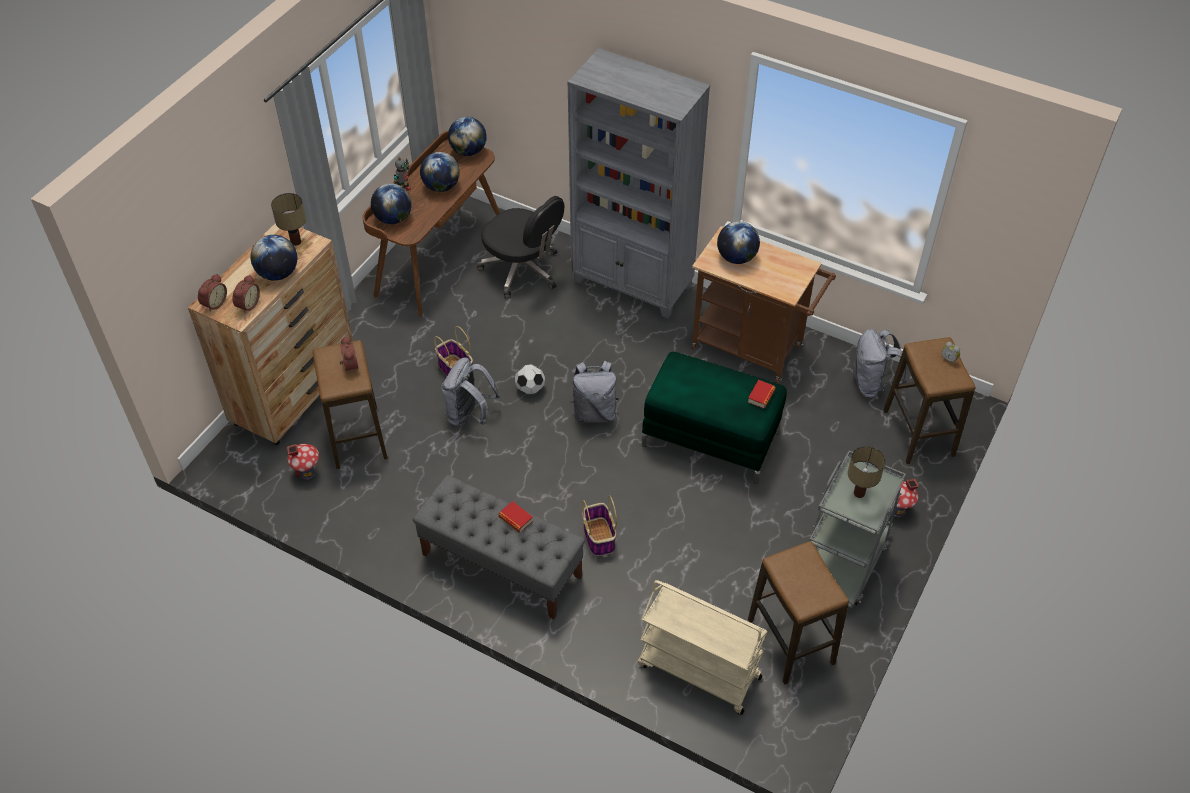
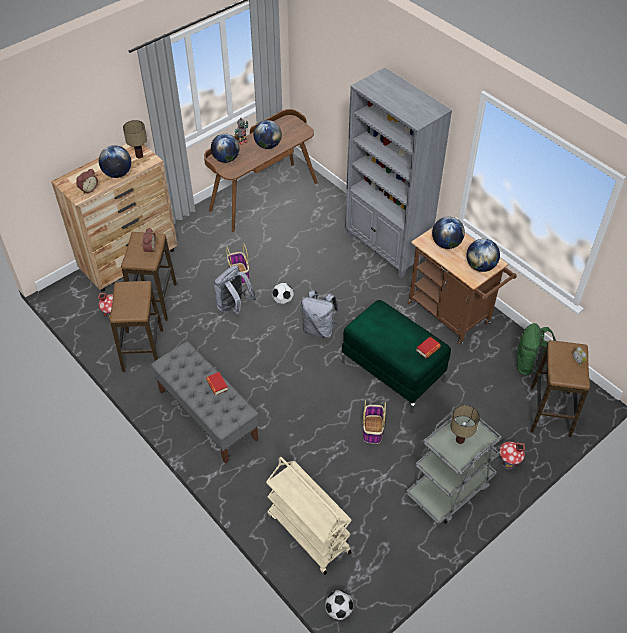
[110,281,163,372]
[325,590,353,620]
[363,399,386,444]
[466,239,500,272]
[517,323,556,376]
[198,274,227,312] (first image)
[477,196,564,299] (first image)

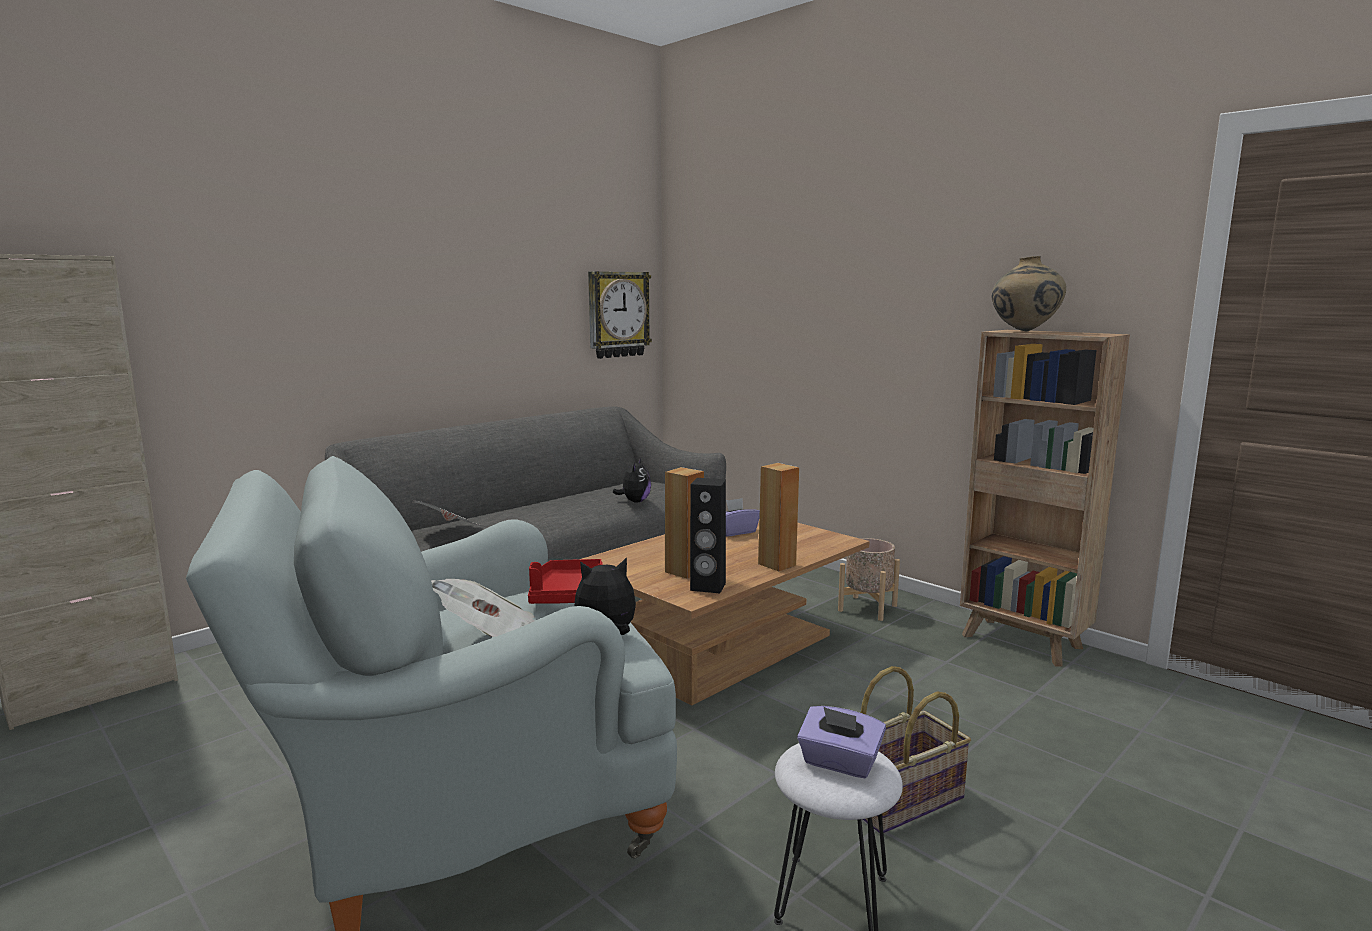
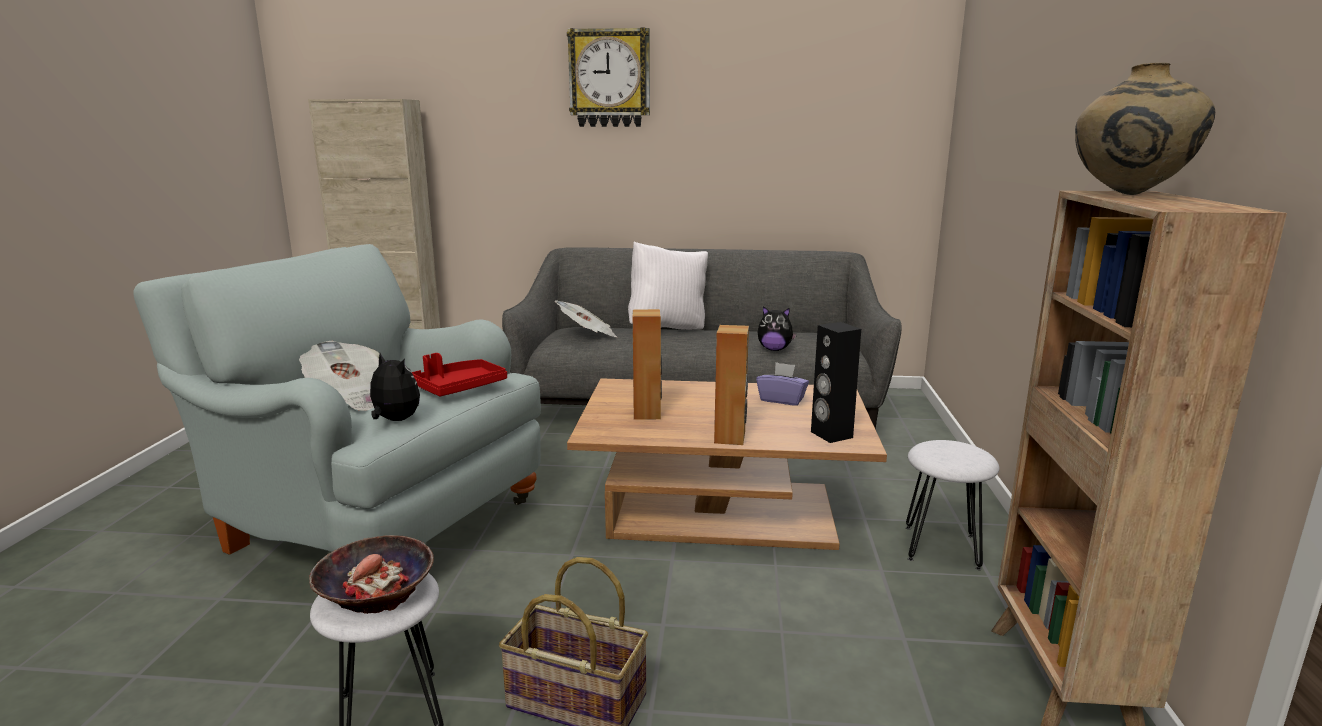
[309,535,434,614]
[567,27,650,127]
[628,241,708,330]
[757,306,797,351]
[811,322,861,443]
[905,440,999,570]

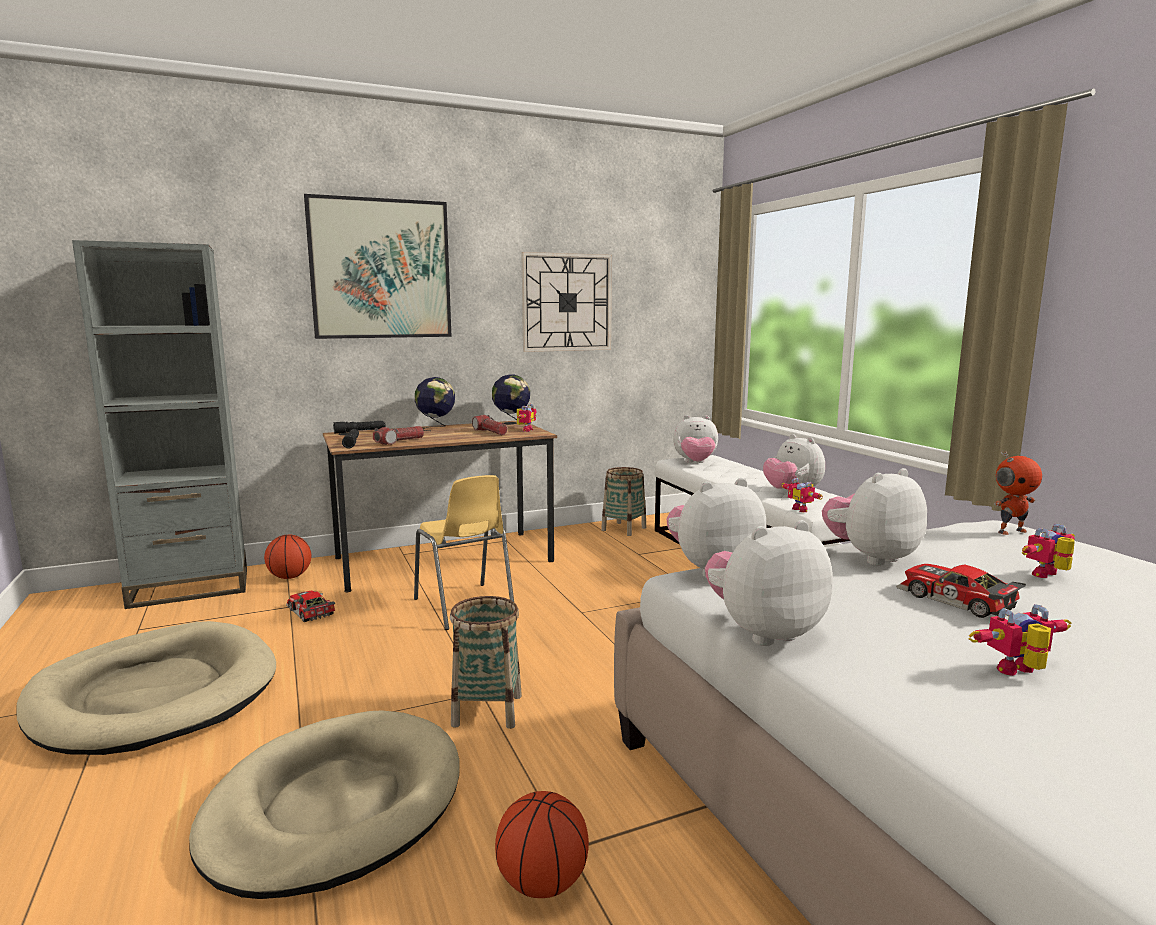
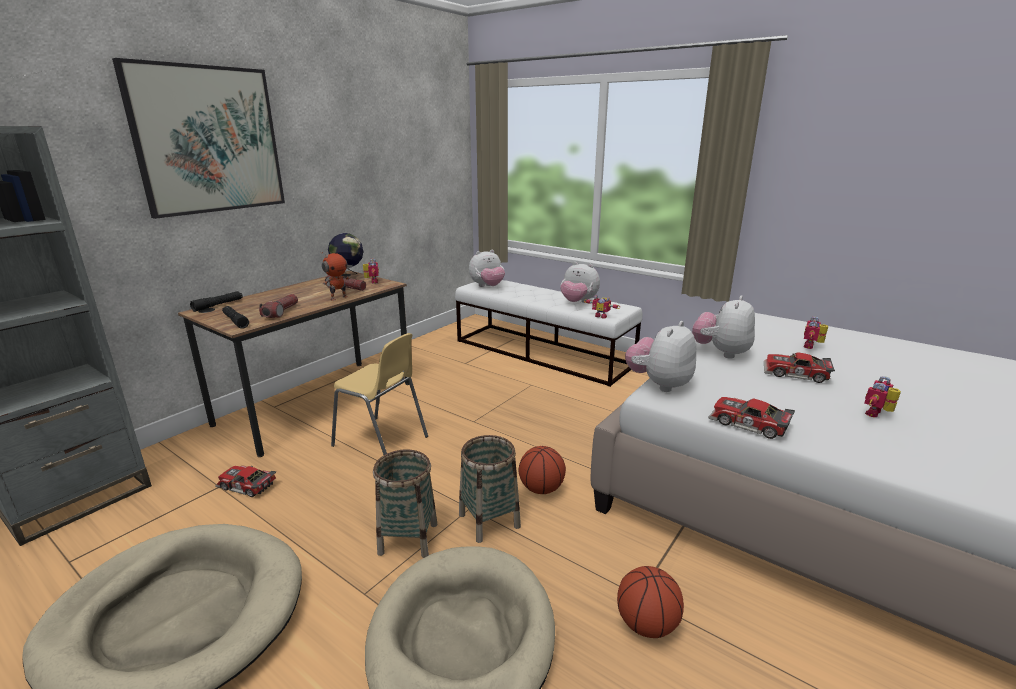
[320,251,350,301]
[373,449,438,558]
[519,446,566,494]
[708,397,795,439]
[415,377,455,431] (first image)
[521,252,612,352] (first image)

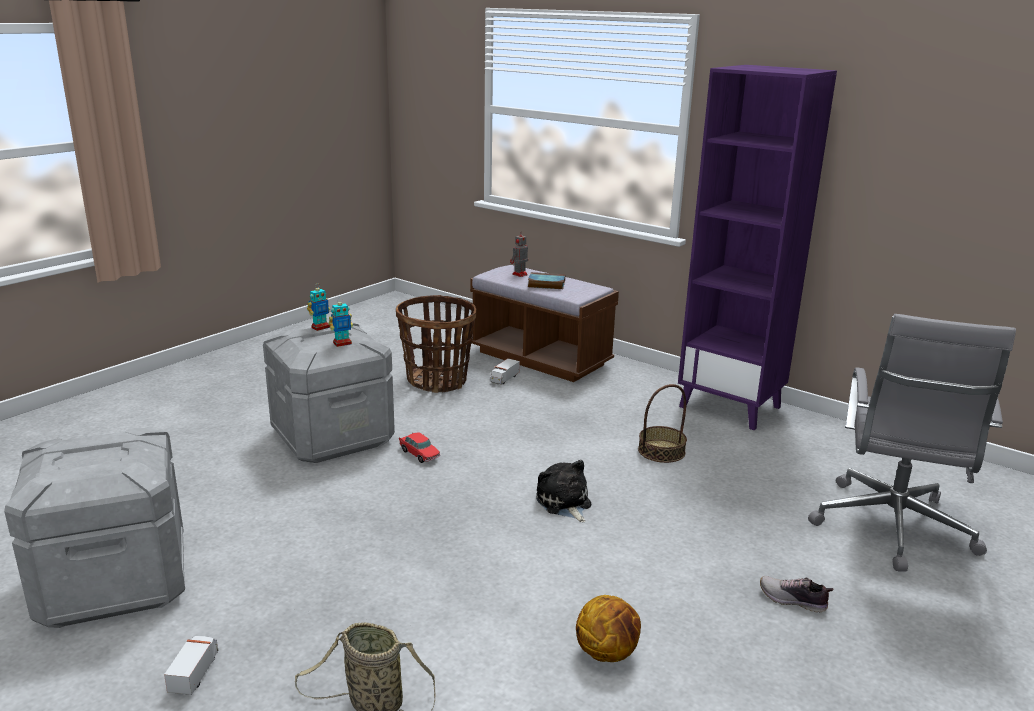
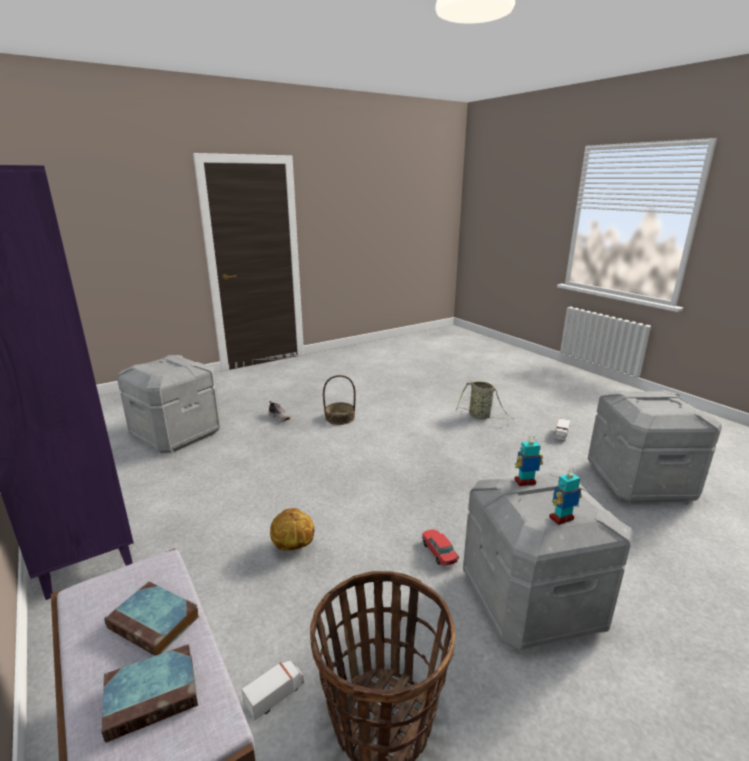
[101,644,198,743]
[117,355,221,453]
[270,508,314,551]
[323,375,356,425]
[536,460,591,522] (first image)

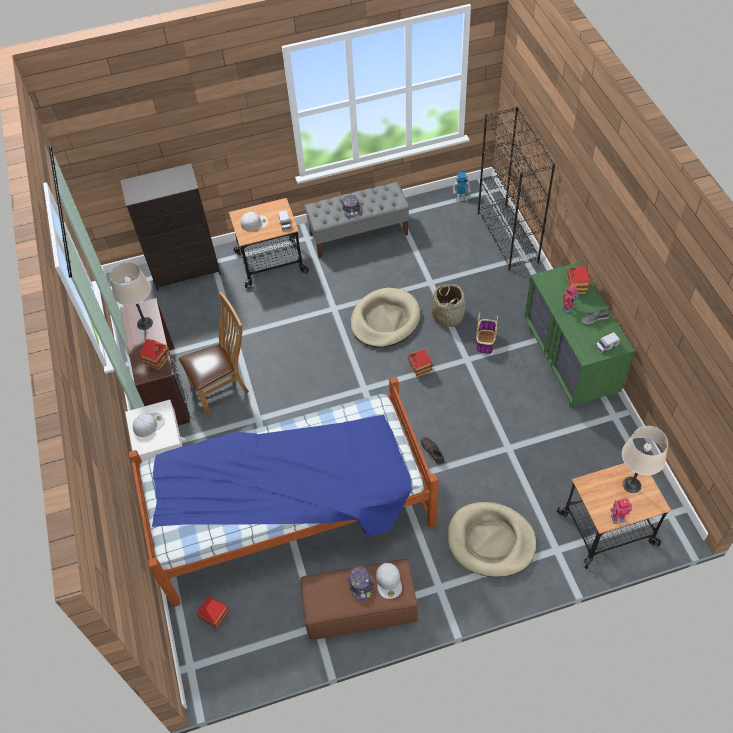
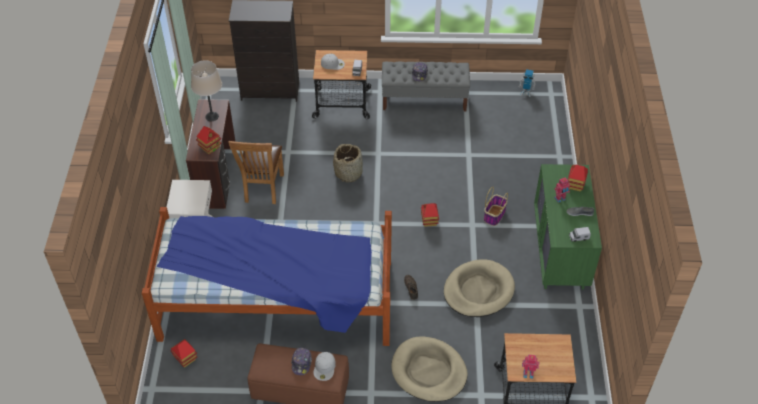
[228,141,284,204]
[333,144,363,182]
[444,259,515,317]
[133,413,165,437] (first image)
[478,107,555,271] (first image)
[622,426,668,493] (first image)

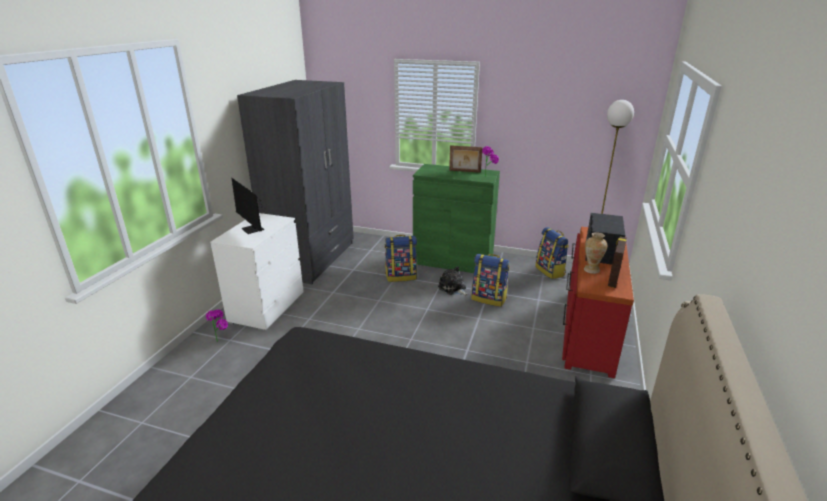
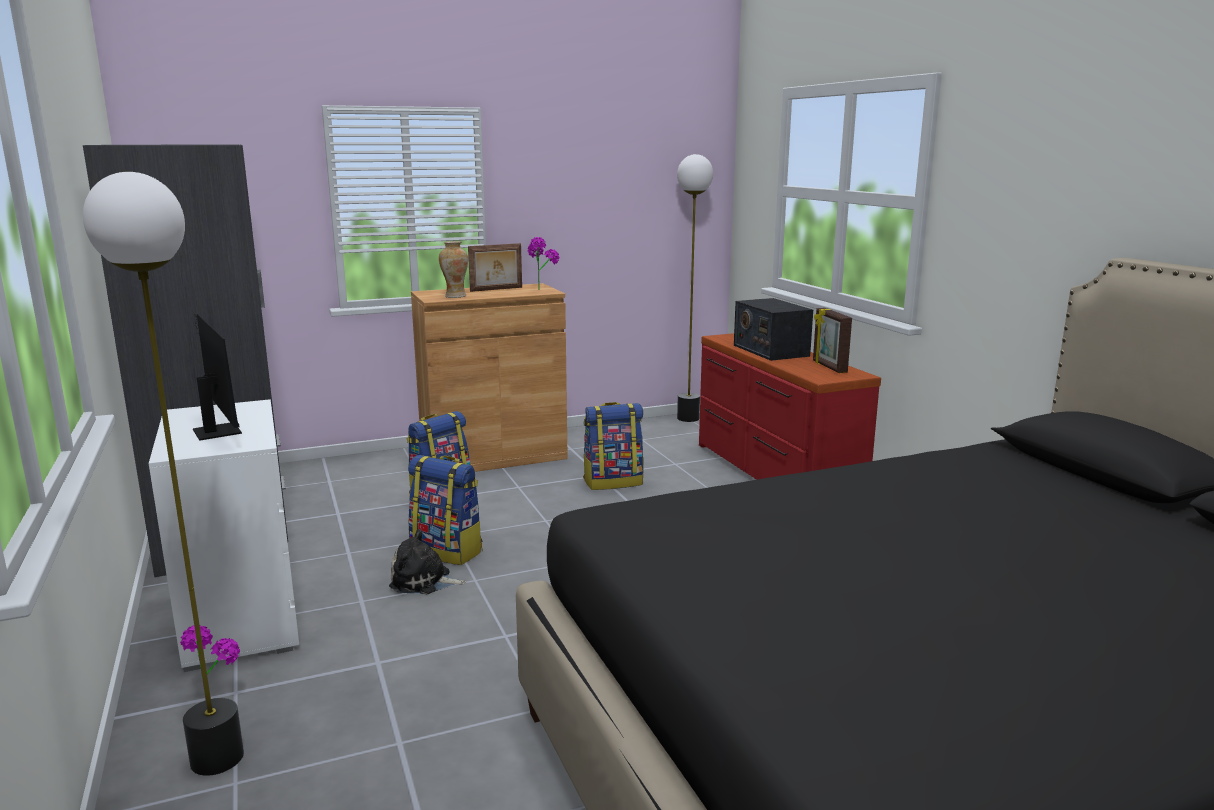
[83,172,244,776]
[193,314,242,441]
[389,529,466,594]
[408,455,482,565]
[411,283,568,472]
[439,241,468,298]

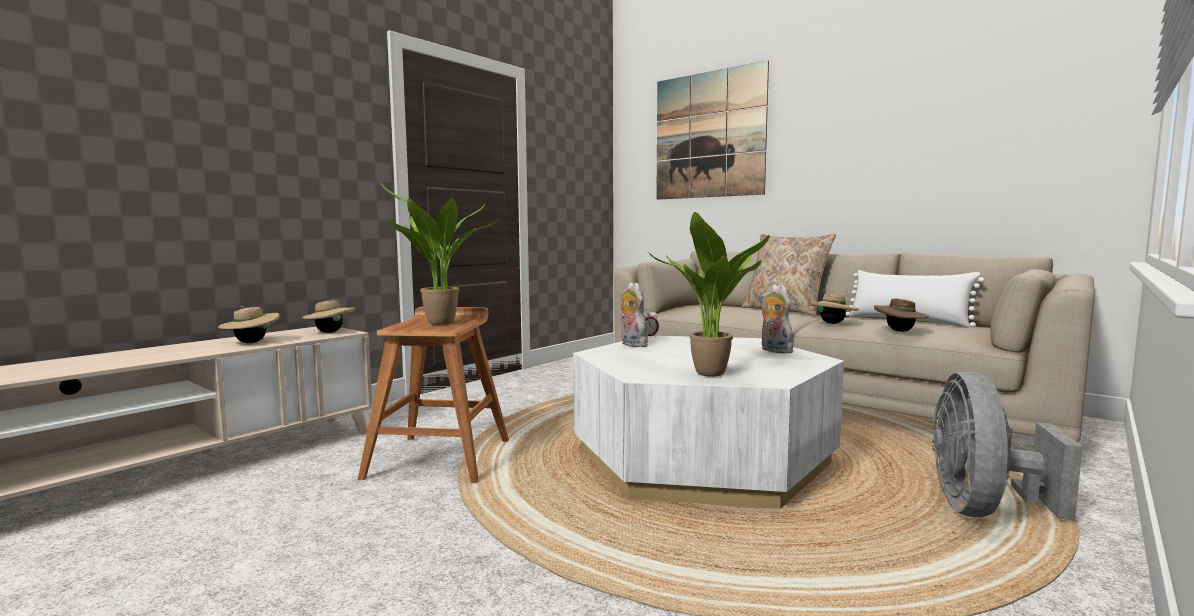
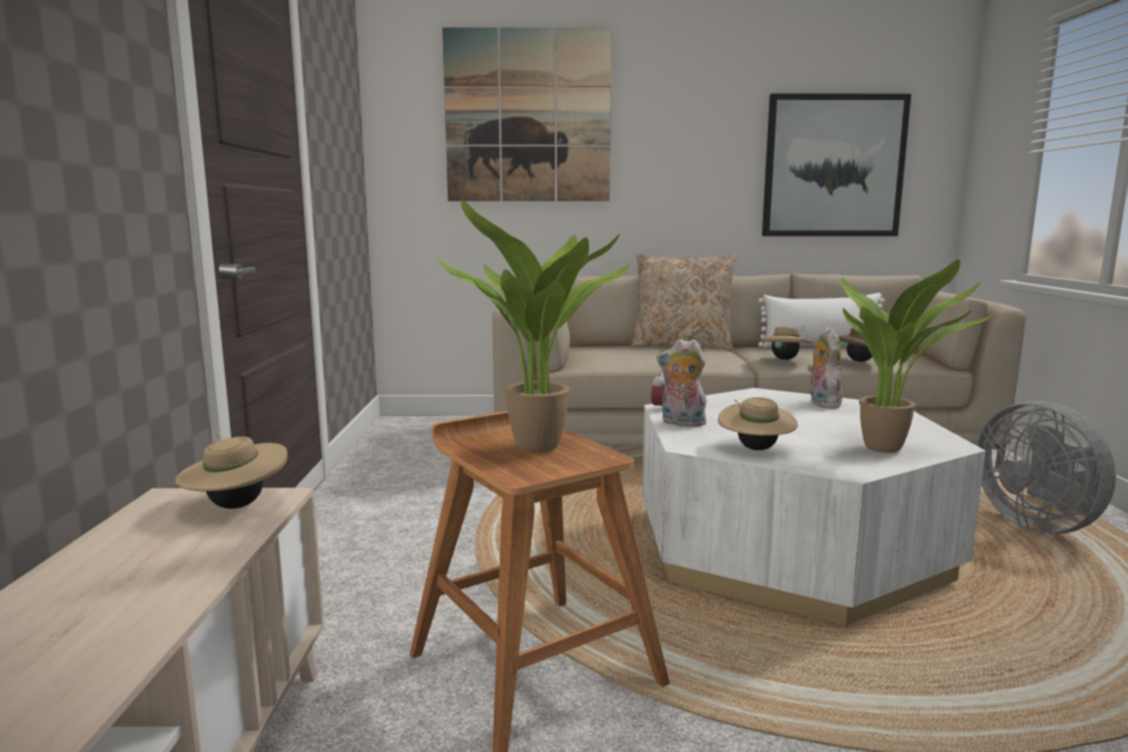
[718,397,798,450]
[762,93,911,236]
[807,327,843,408]

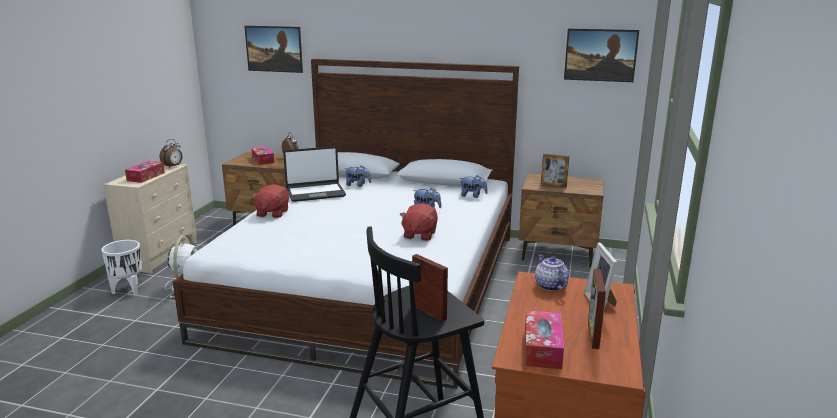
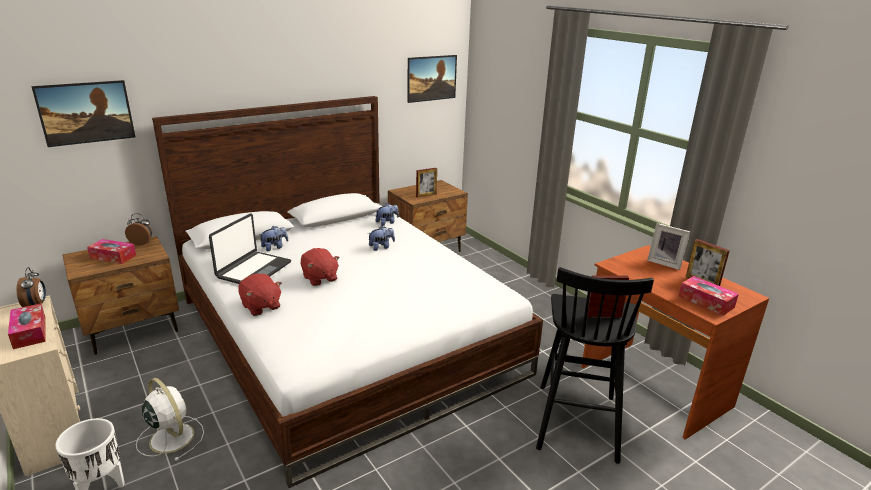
[301,248,340,286]
[535,254,569,291] (first image)

